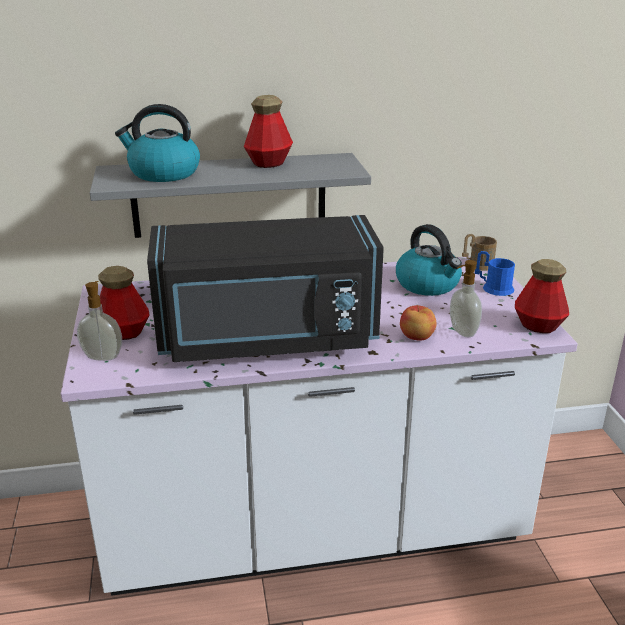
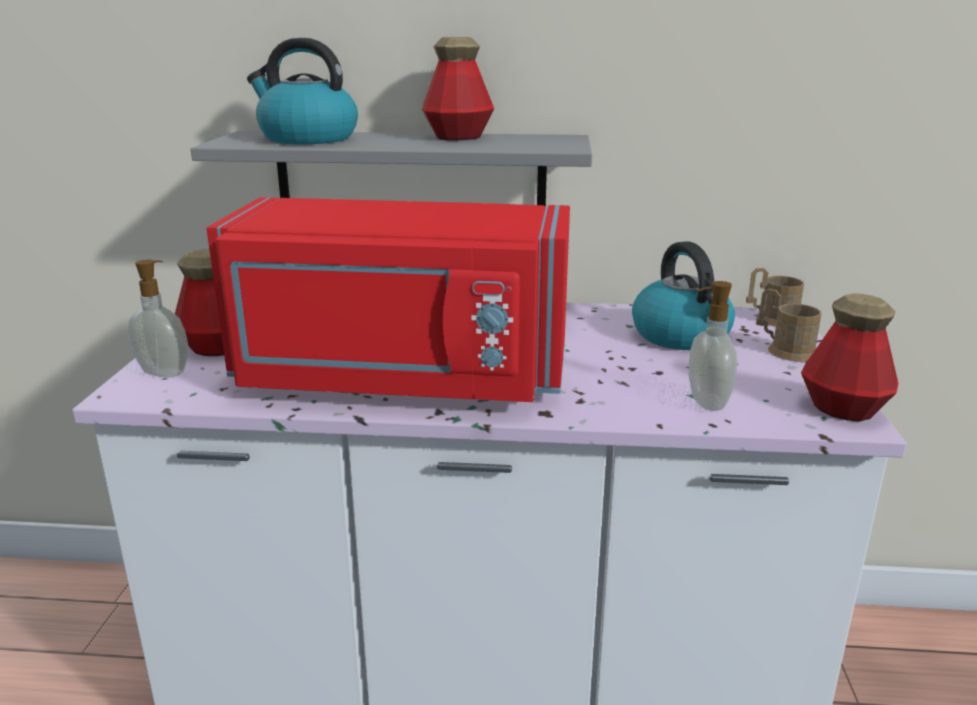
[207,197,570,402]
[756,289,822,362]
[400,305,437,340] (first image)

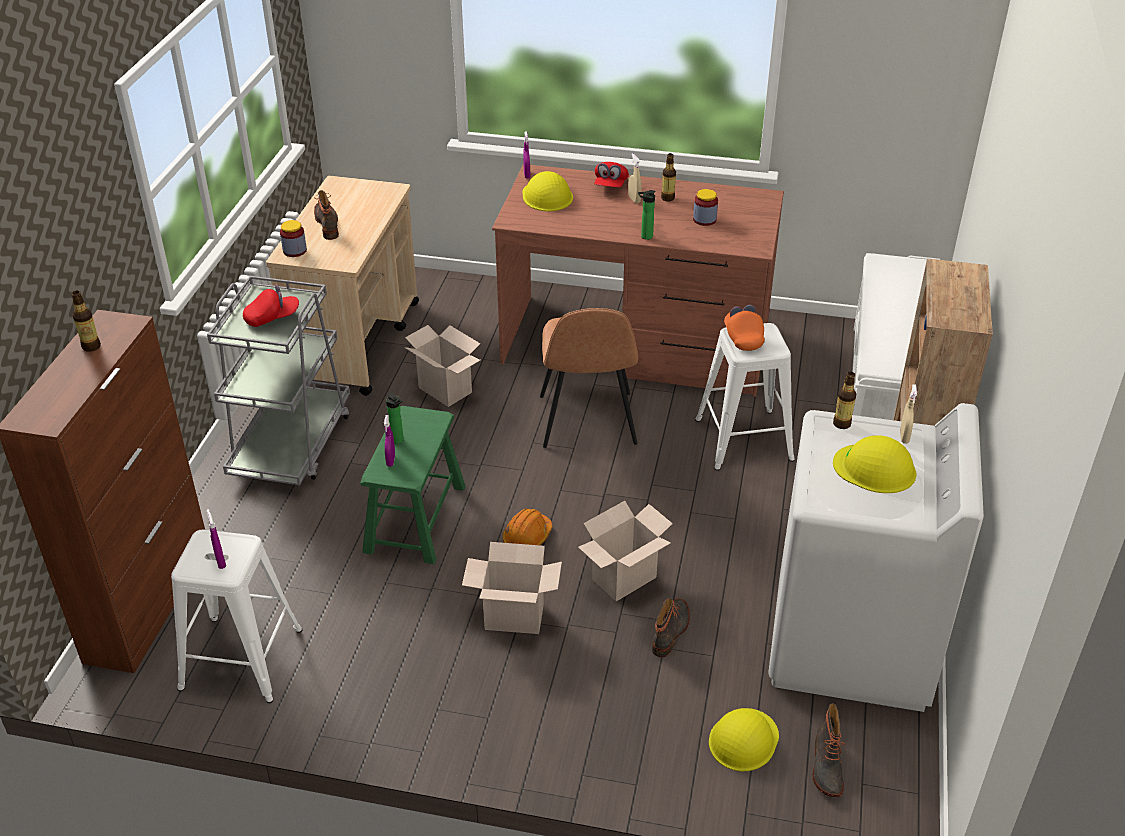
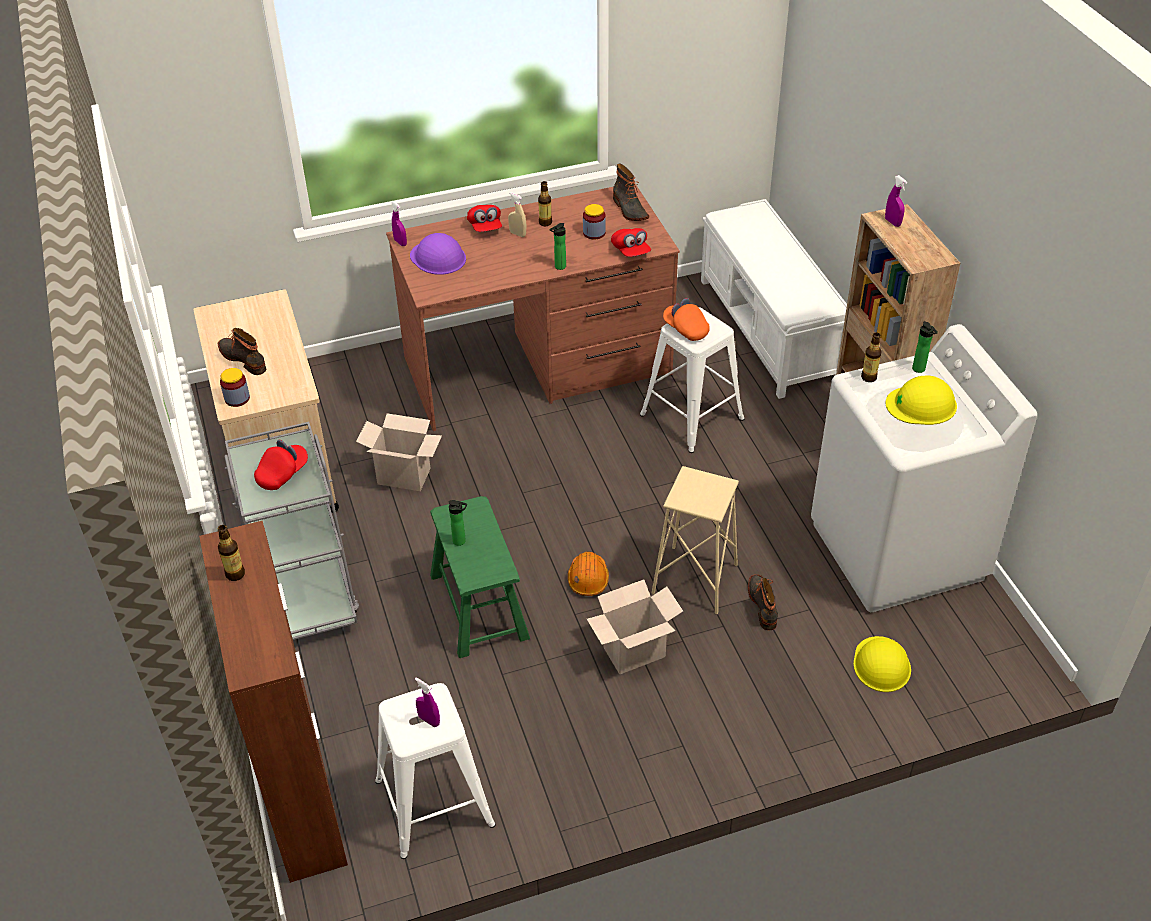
[410,233,466,275]
[611,228,651,257]
[613,164,649,221]
[651,466,739,614]
[885,175,907,227]
[912,321,938,373]
[540,308,638,448] (first image)

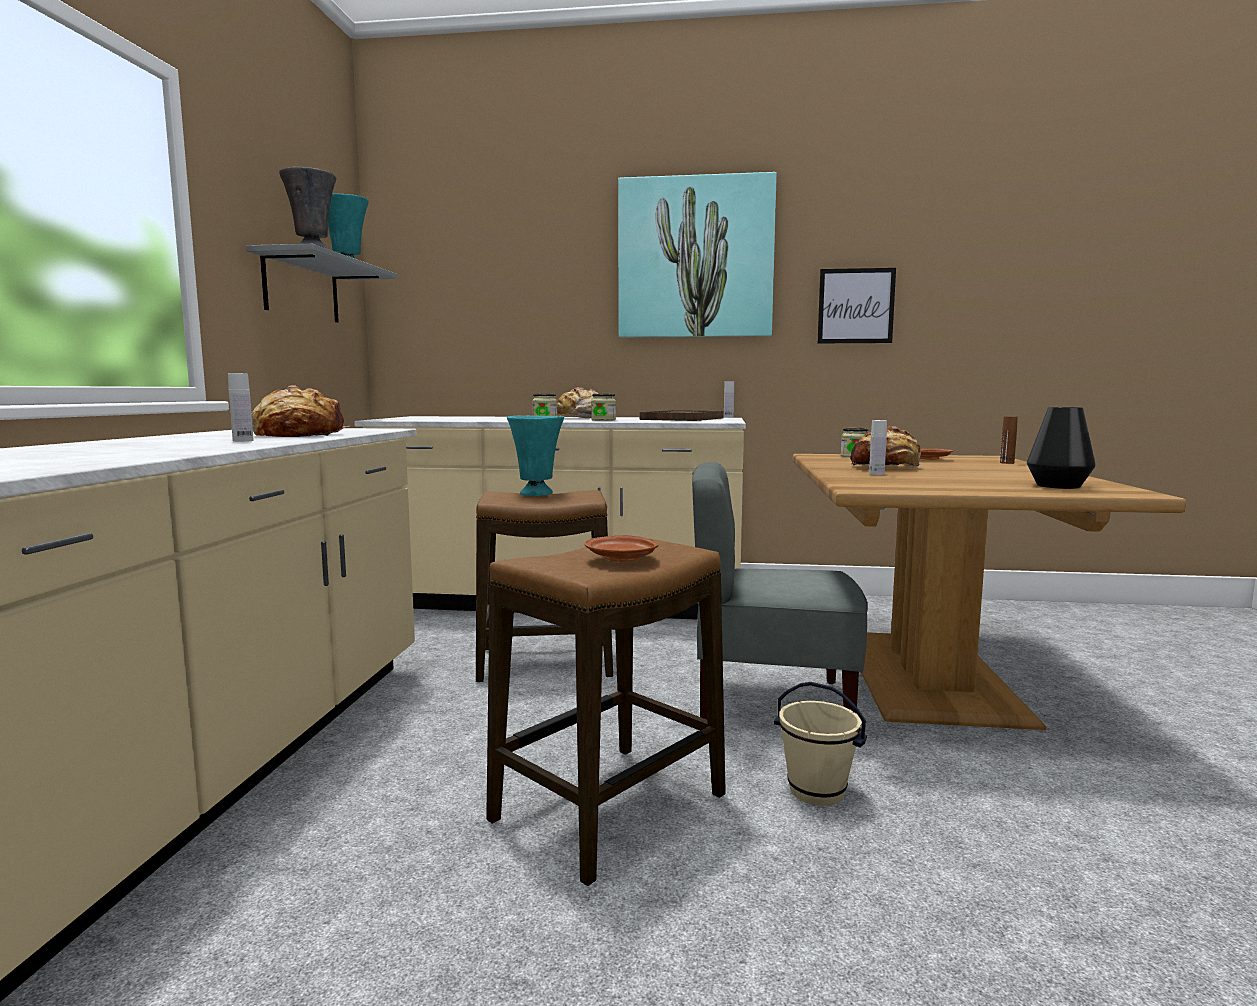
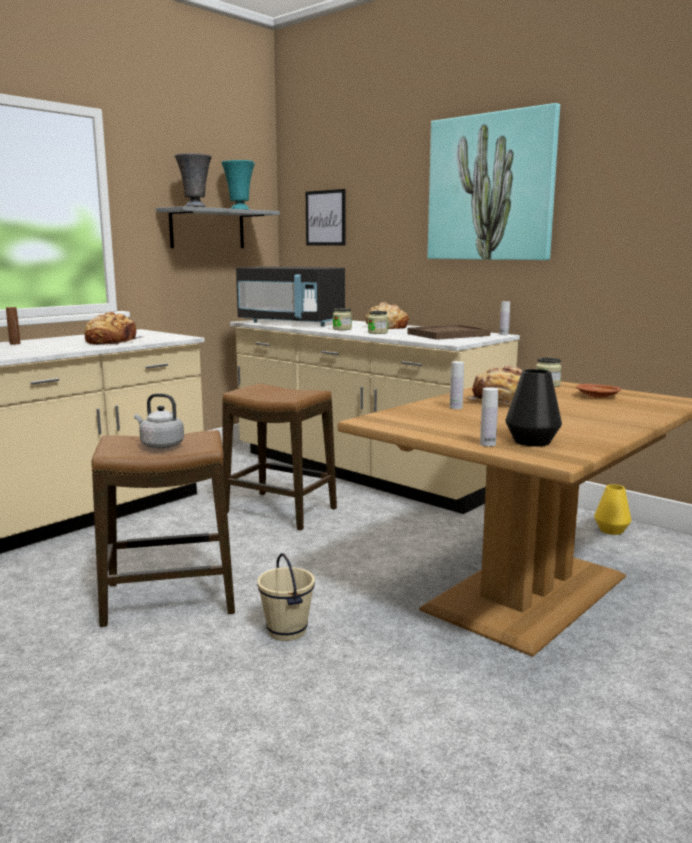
[6,307,21,344]
[134,394,184,449]
[236,266,345,326]
[306,189,346,245]
[480,387,498,446]
[594,484,631,535]
[507,415,564,496] (first image)
[692,462,868,719] (first image)

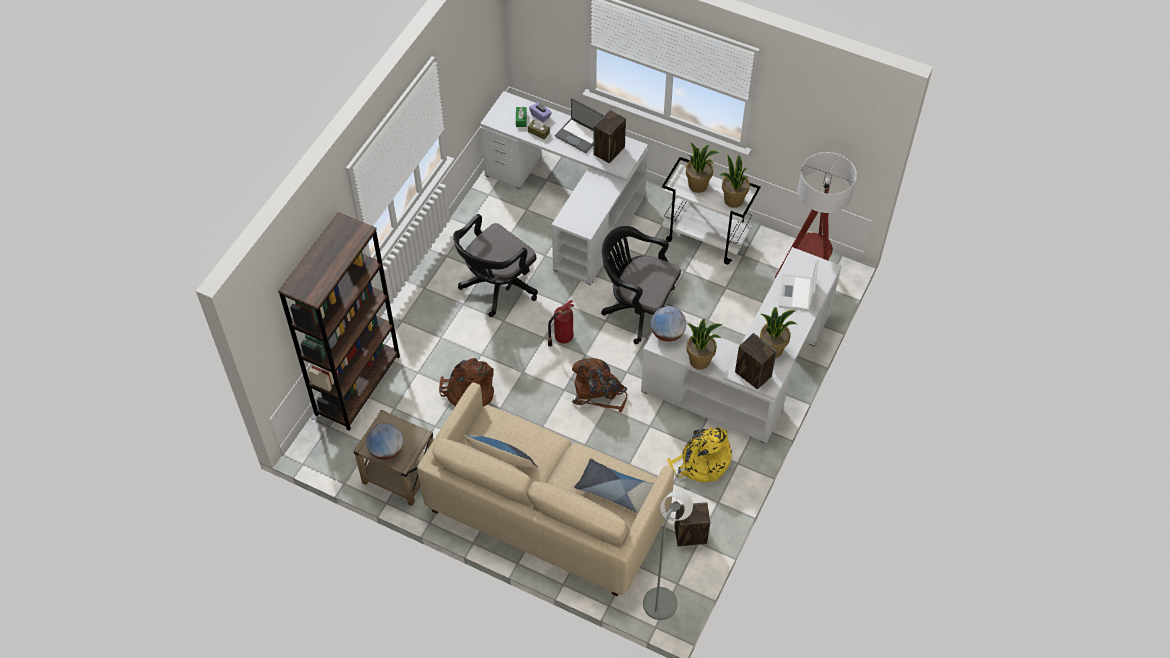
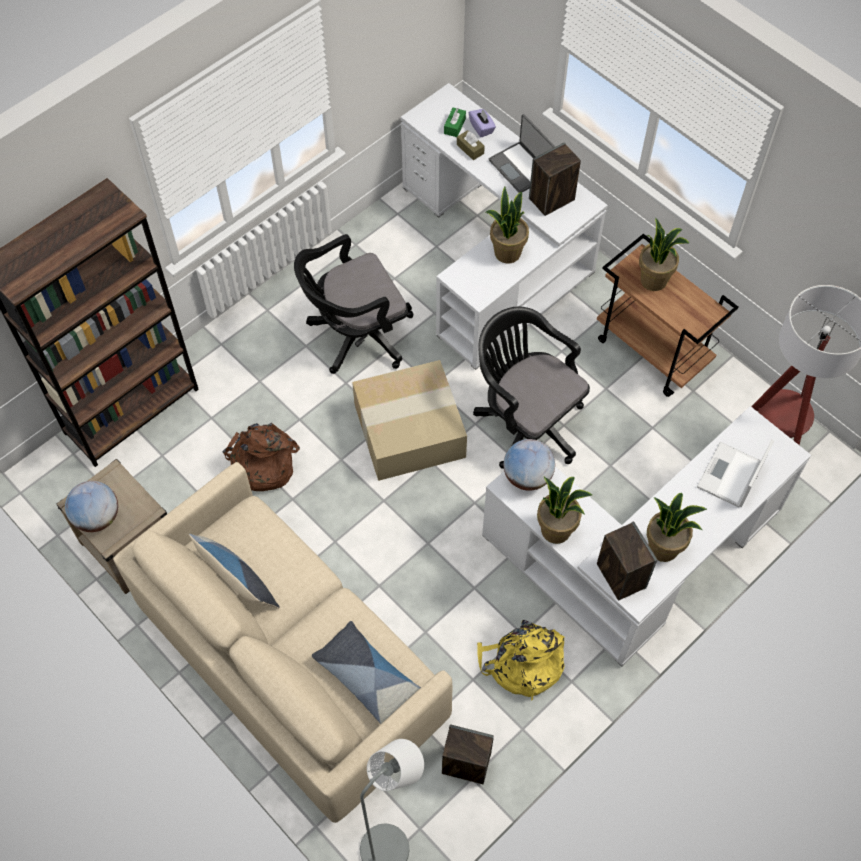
[352,360,467,481]
[486,187,529,264]
[597,234,739,397]
[572,358,627,413] (first image)

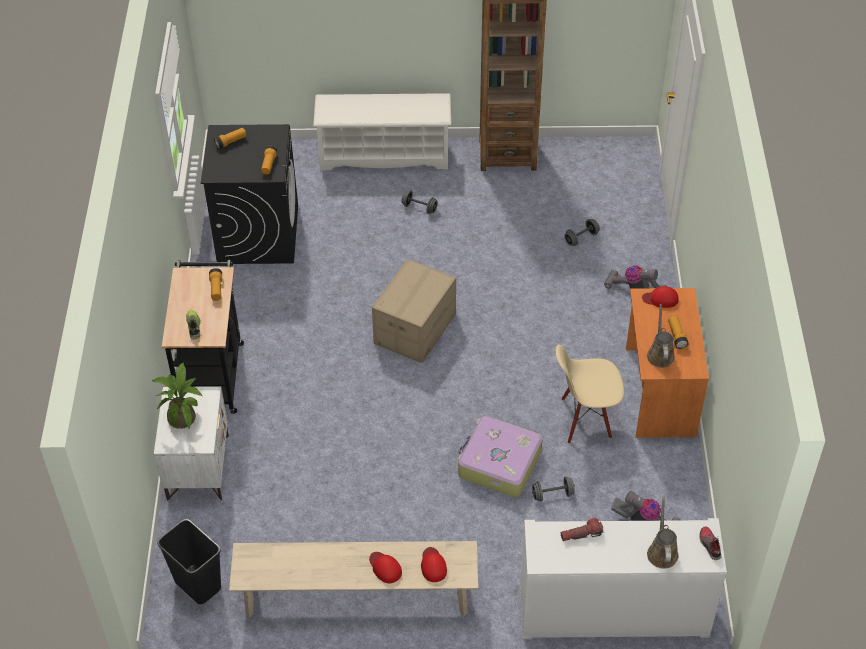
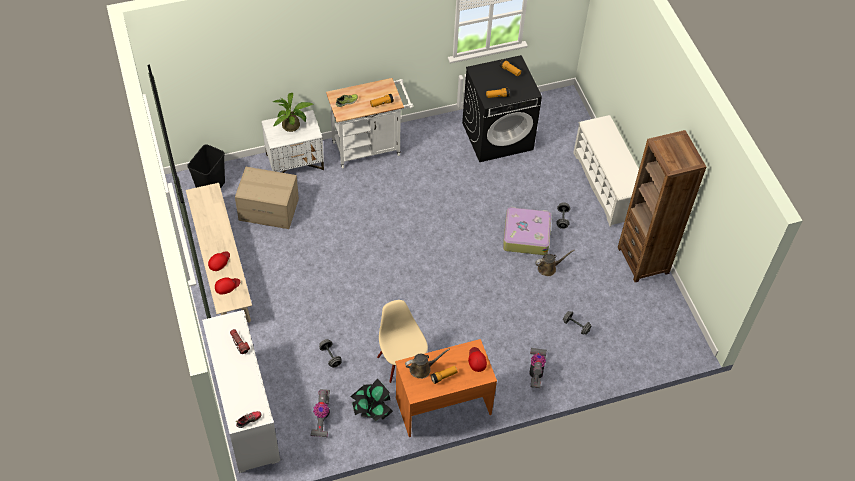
[235,167,299,229]
[326,78,413,169]
[350,379,393,422]
[503,207,551,255]
[535,250,575,276]

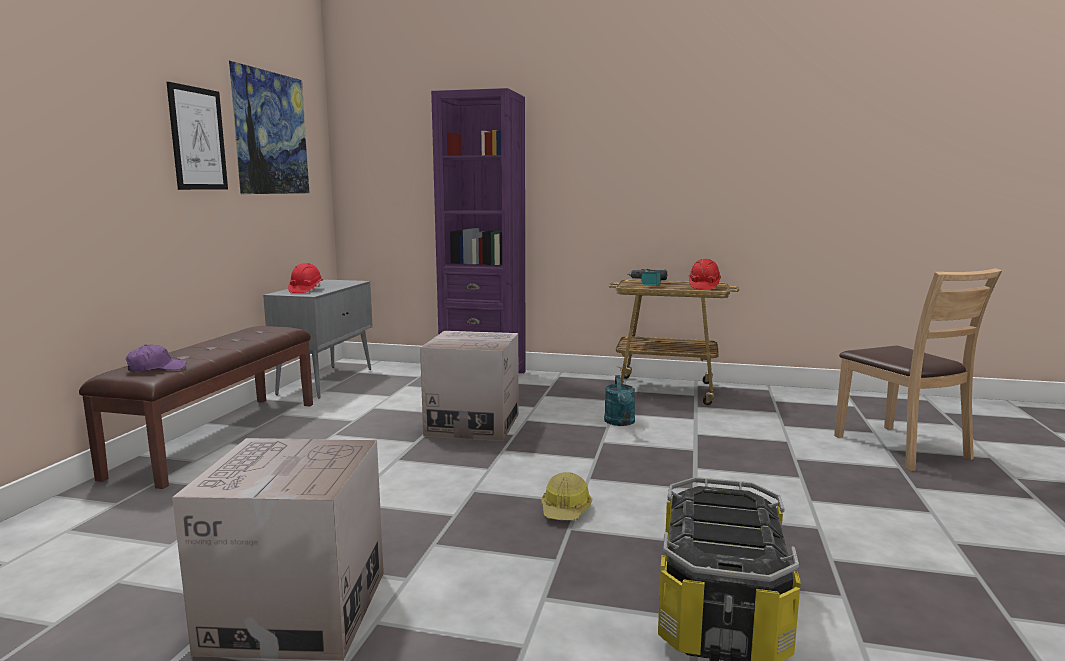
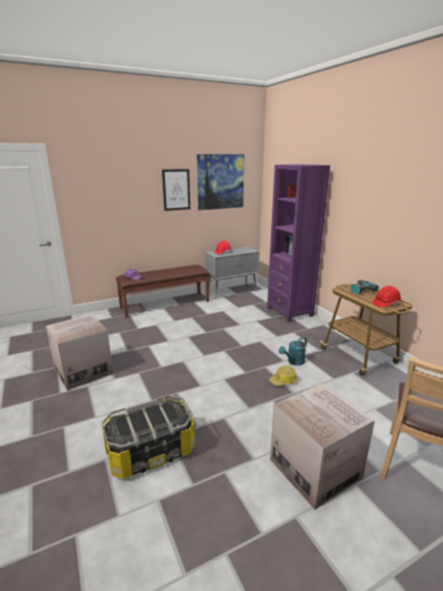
[269,366,298,386]
[270,384,375,510]

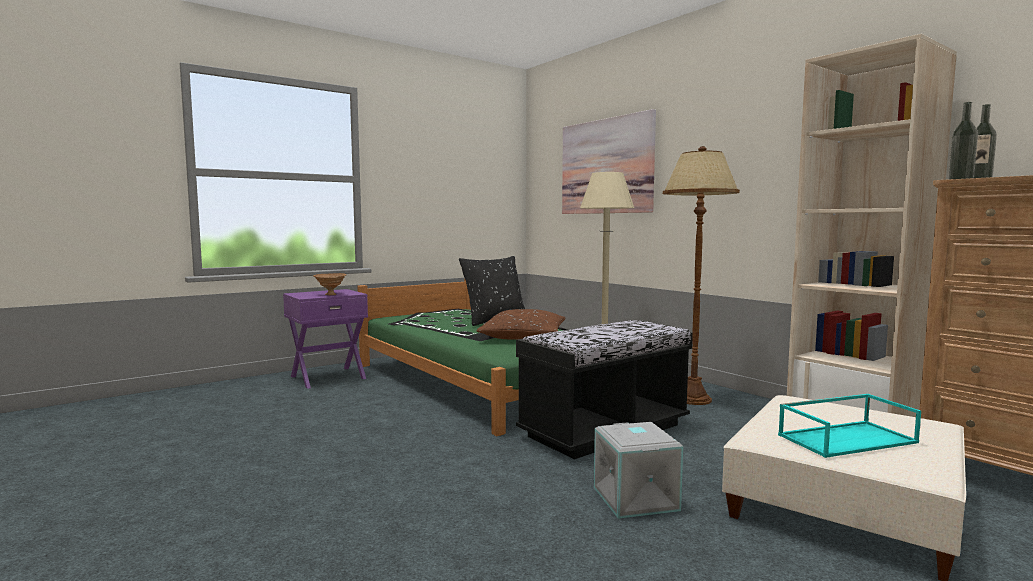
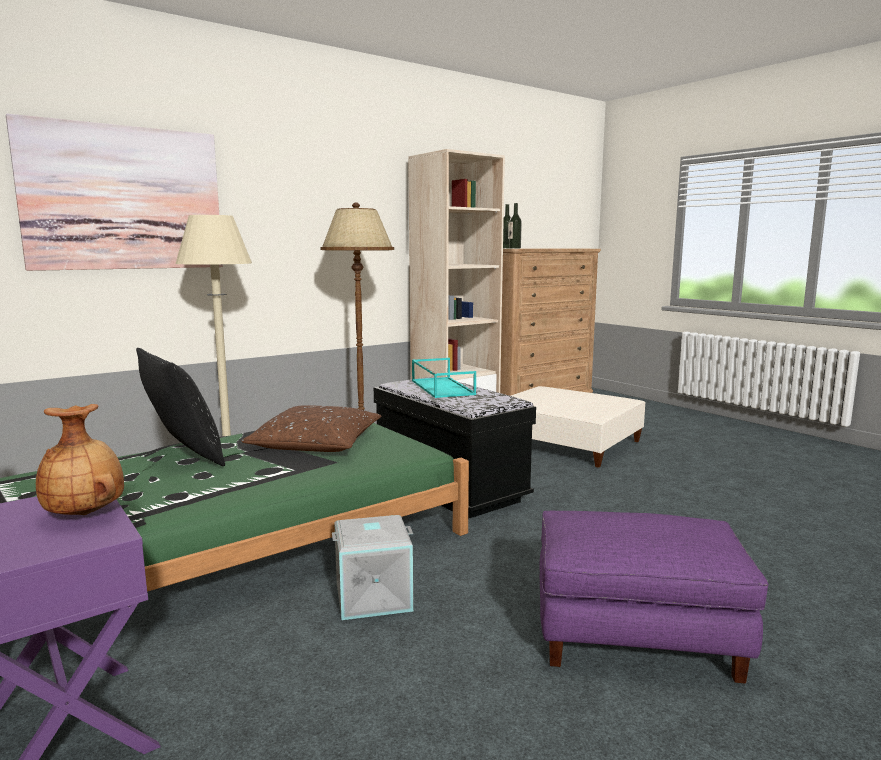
[36,404,124,515]
[332,515,413,620]
[412,358,476,398]
[540,511,769,683]

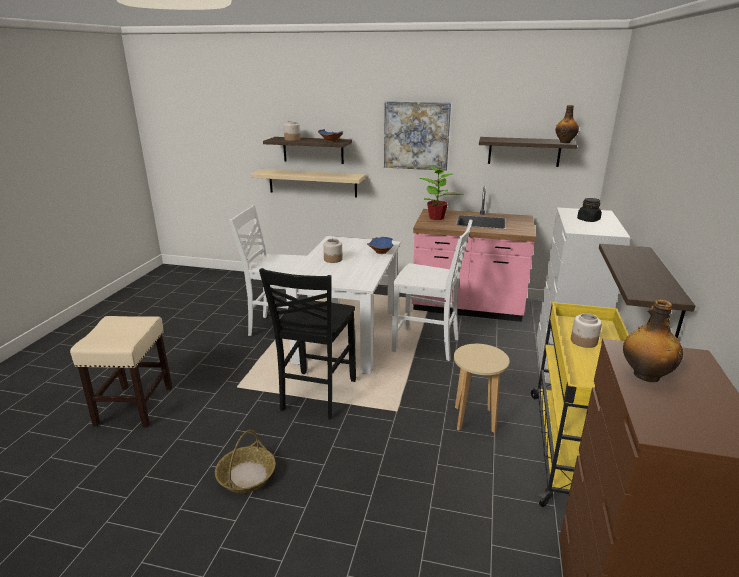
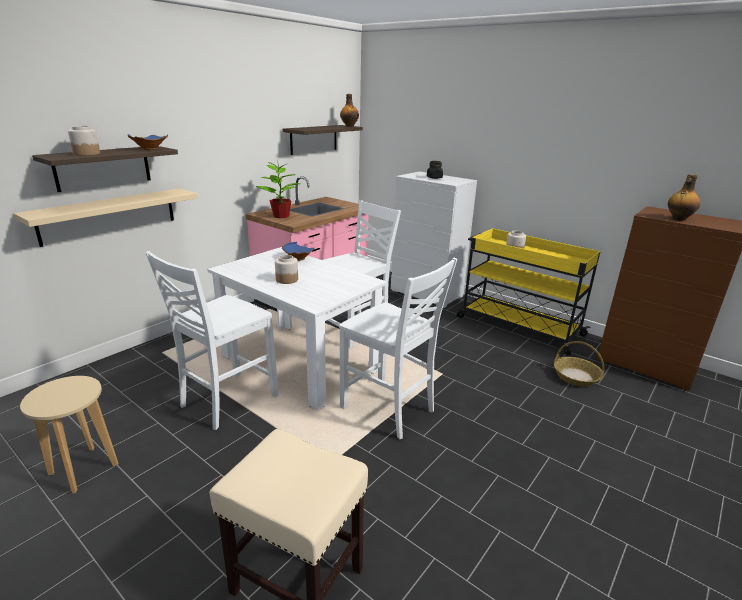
[20,376,118,494]
[339,258,457,439]
[554,341,604,387]
[384,101,451,171] (first image)
[599,244,695,339] (first image)

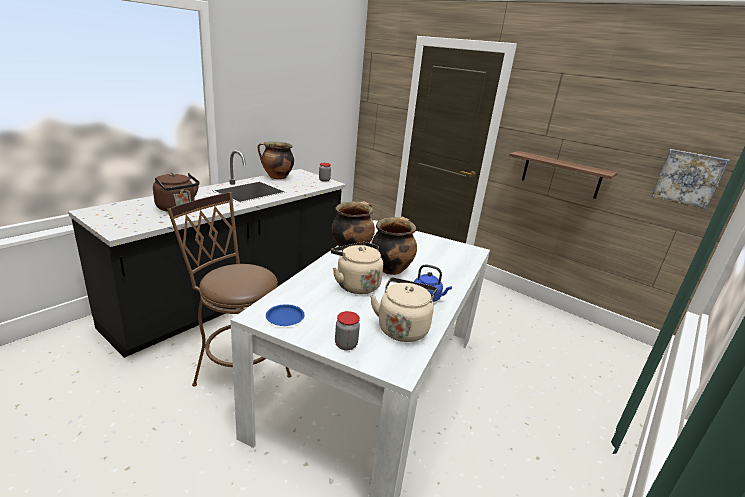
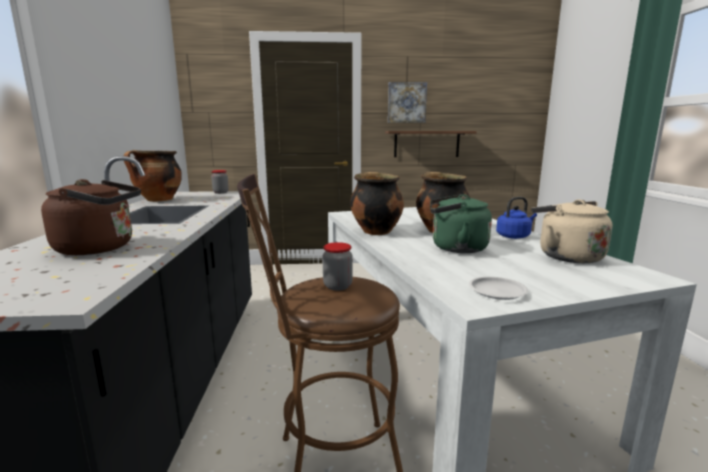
[323,242,353,290]
[388,82,427,123]
[430,194,492,253]
[469,277,528,300]

